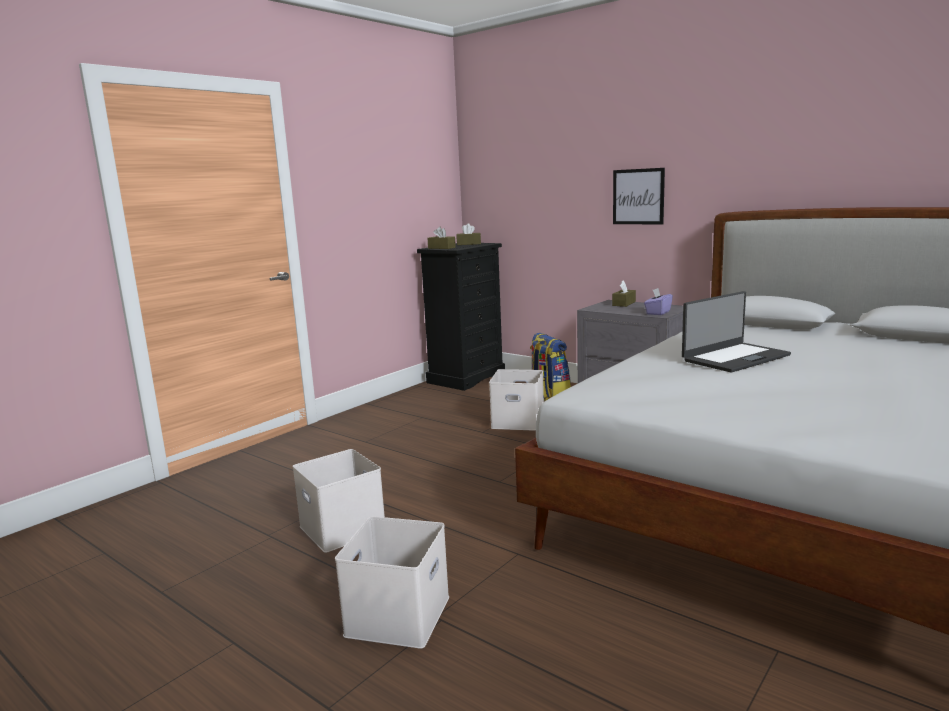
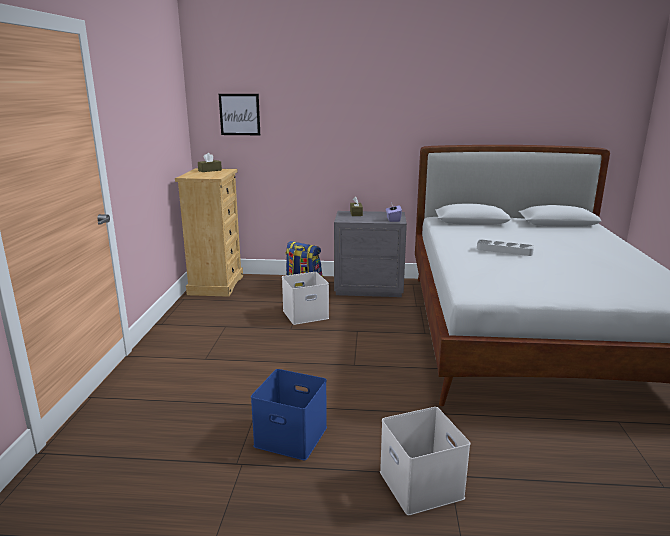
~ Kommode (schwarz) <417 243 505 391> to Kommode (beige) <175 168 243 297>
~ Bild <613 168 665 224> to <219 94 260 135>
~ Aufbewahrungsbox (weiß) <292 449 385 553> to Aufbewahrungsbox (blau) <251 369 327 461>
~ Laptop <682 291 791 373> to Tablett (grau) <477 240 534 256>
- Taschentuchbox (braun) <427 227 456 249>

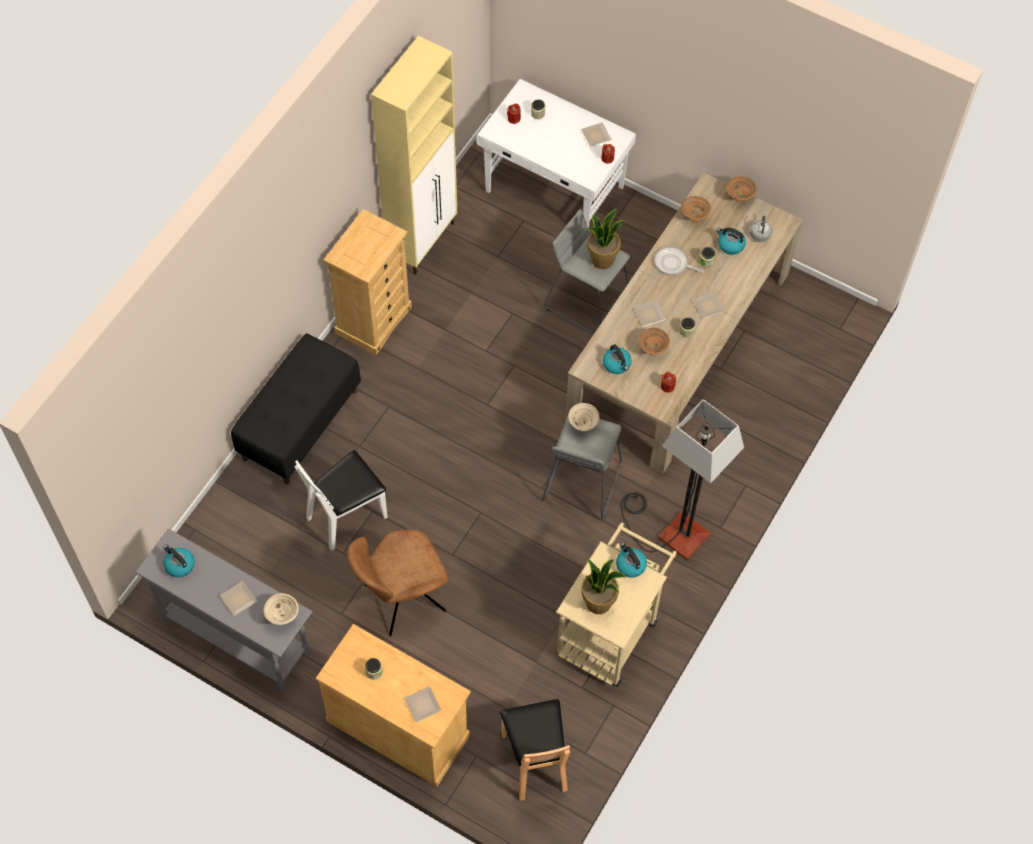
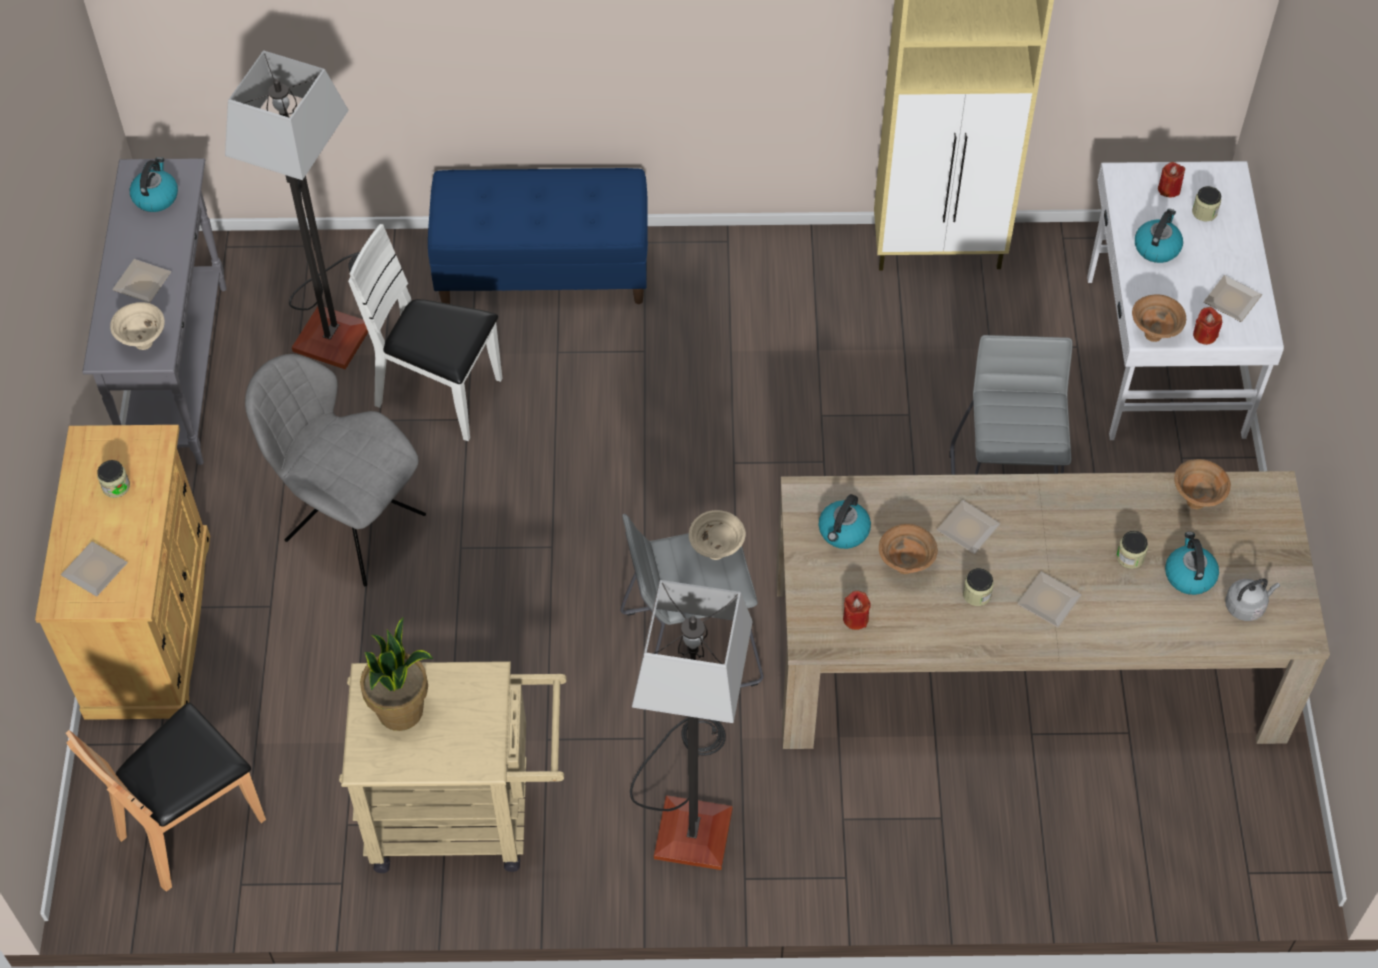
+ Stehlampe <225 50 368 369>
~ Stuhl (braun) <347 530 448 636> to Stuhl (grau) <245 354 426 586>
~ Bank (schwarz) <231 334 361 484> to Bank (blau) <428 168 648 304>
~ Schüssel (braun) <727 176 757 203> to <1132 294 1186 342>
~ Wasserkessel <616 542 647 578> to <1135 209 1183 263>
- Kommode (beige) <324 209 412 355>
- Topfpflanze <587 209 626 269>
- Pfanne <655 246 704 275>

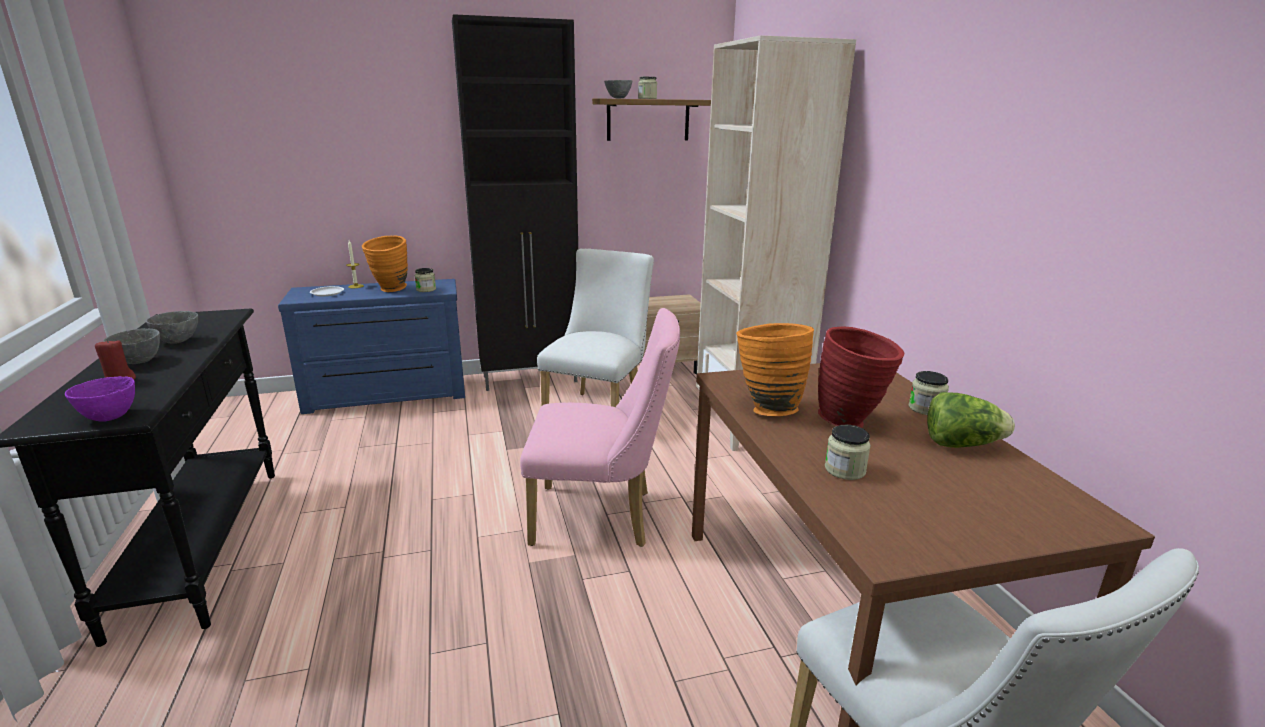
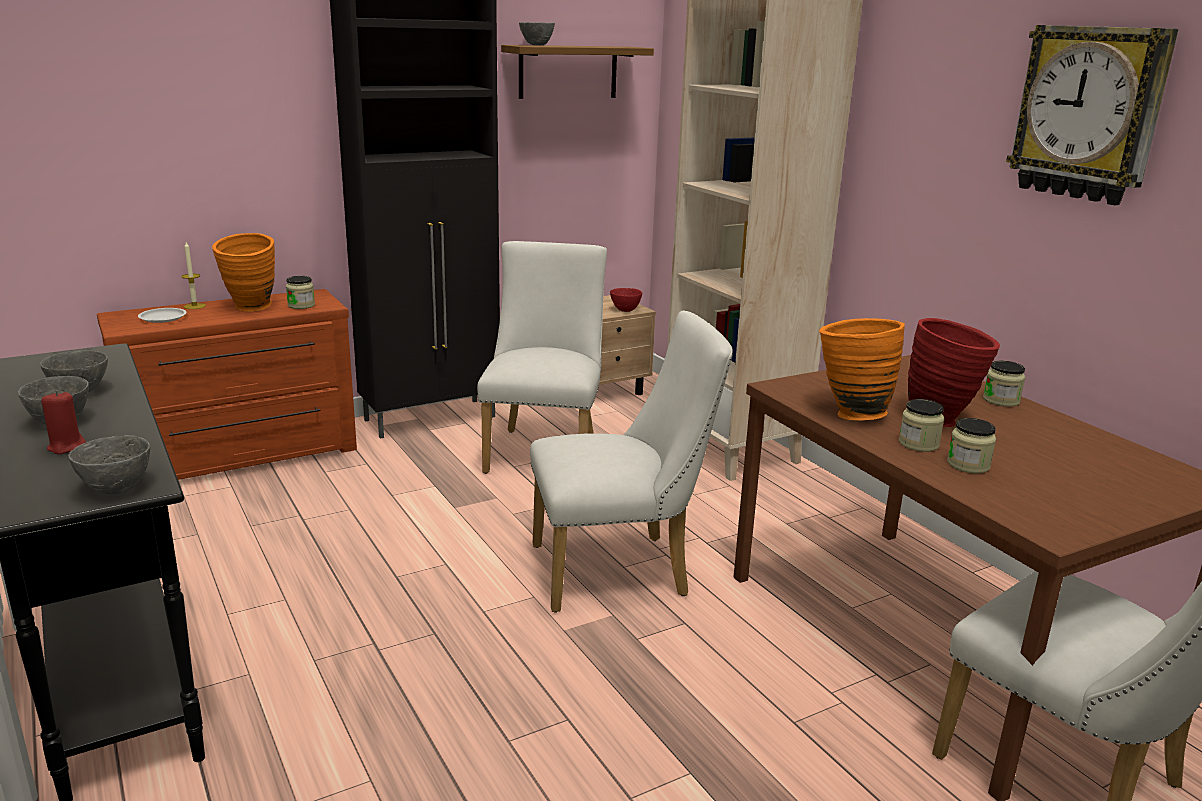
~ Schüssel (lila) <65 376 135 421> to Schüssel (grau) <68 435 150 495>
~ Kommode (blau) <278 279 465 414> to Kommode (braun) <97 289 357 480>
~ Stuhl (rosa) <520 308 680 547> to Stuhl (weiß) <530 311 733 613>
+ Schüssel (rot) <610 288 642 312>
~ Vorratsglas <638 77 657 99> to <899 399 944 452>
+ Wanduhr <1006 25 1178 205>
- Salatkopf <927 392 1015 448>

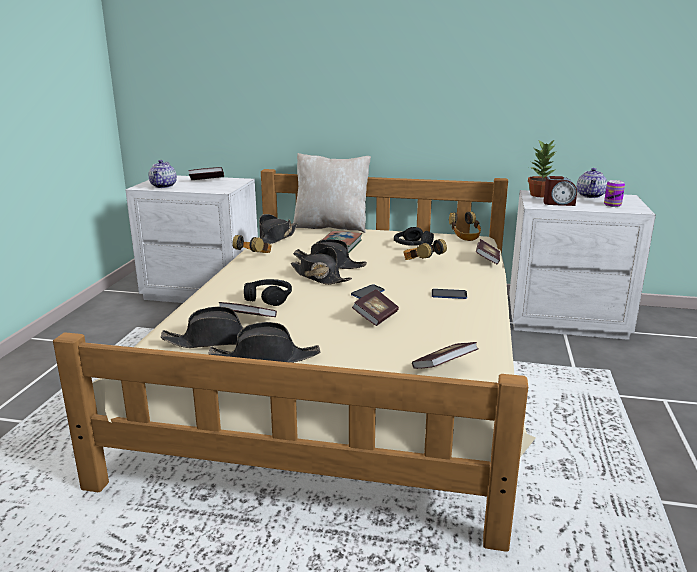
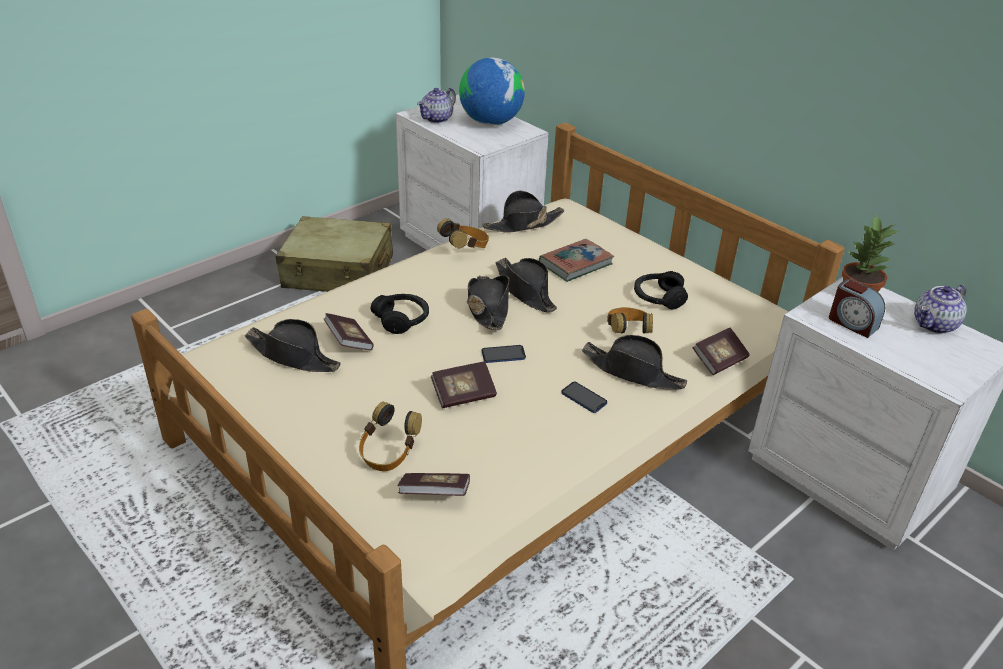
+ Koffer (beige) <276 216 393 292>
~ Kopfhörer <449 212 481 241> to <359 402 422 471>
~ Buch <188 167 224 180> to Globus <459 58 525 125>
~ Hut (schwarz) <208 322 320 363> to <582 335 687 389>
- Kissen (beige) <293 153 371 233>
- Dose <604 180 625 207>

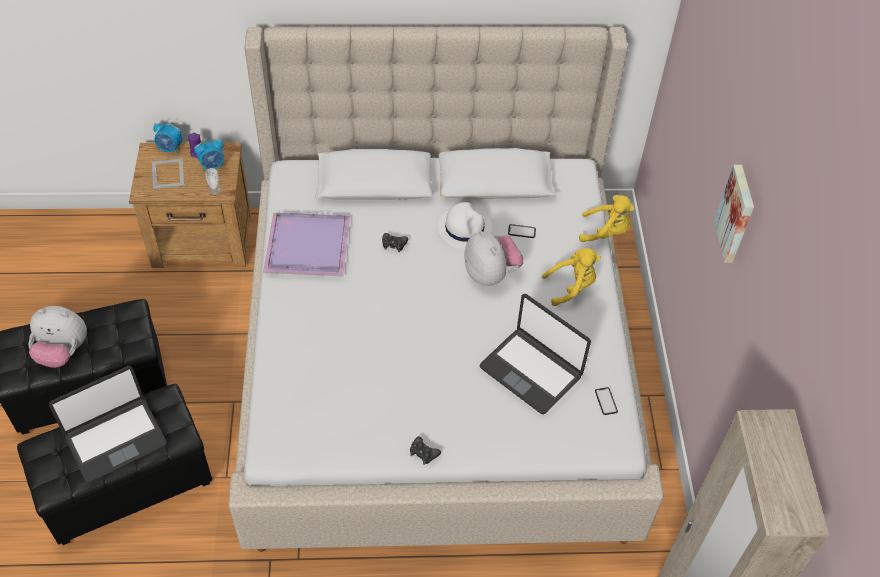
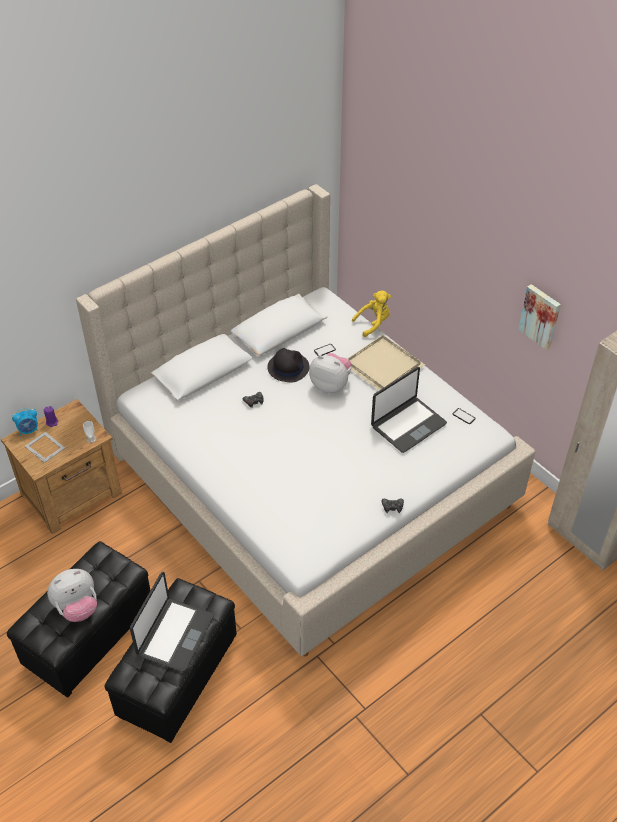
~ Hut (weiß) <438 202 492 249> to Hut (schwarz) <267 348 310 382>
~ Plüschtier (gelb) <542 248 601 306> to Tablett (beige) <347 335 425 390>
~ Laptop <479 294 591 415> = <371 367 447 453> 45 degrees counterclockwise
~ Bild <714 165 754 263> to <518 284 561 350>
- Wecker <194 138 224 172>
- Tablett (lila) <263 213 350 276>

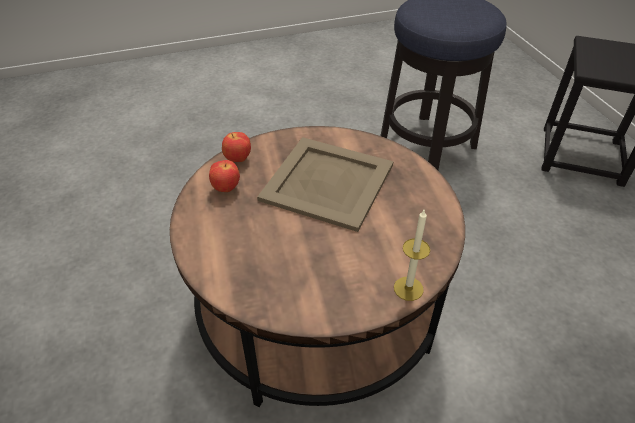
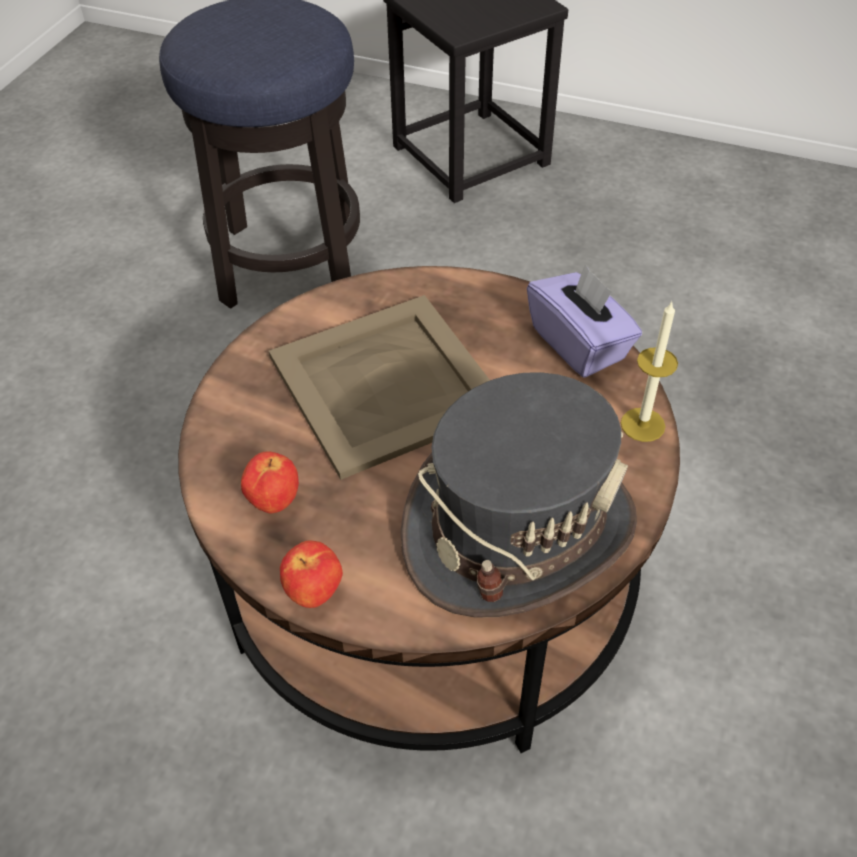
~ Apfel <222 132 251 162> to <280 541 343 608>
+ Hut (grau) <400 372 637 618>
+ Taschentuchbox (lila) <527 264 642 378>

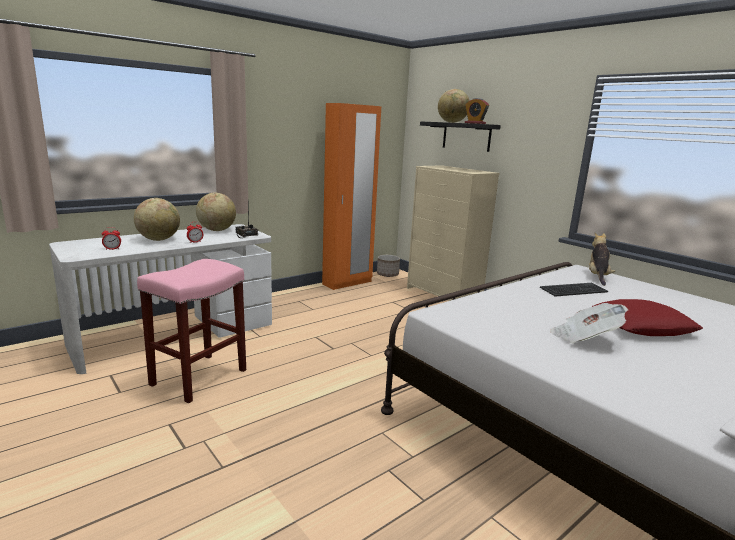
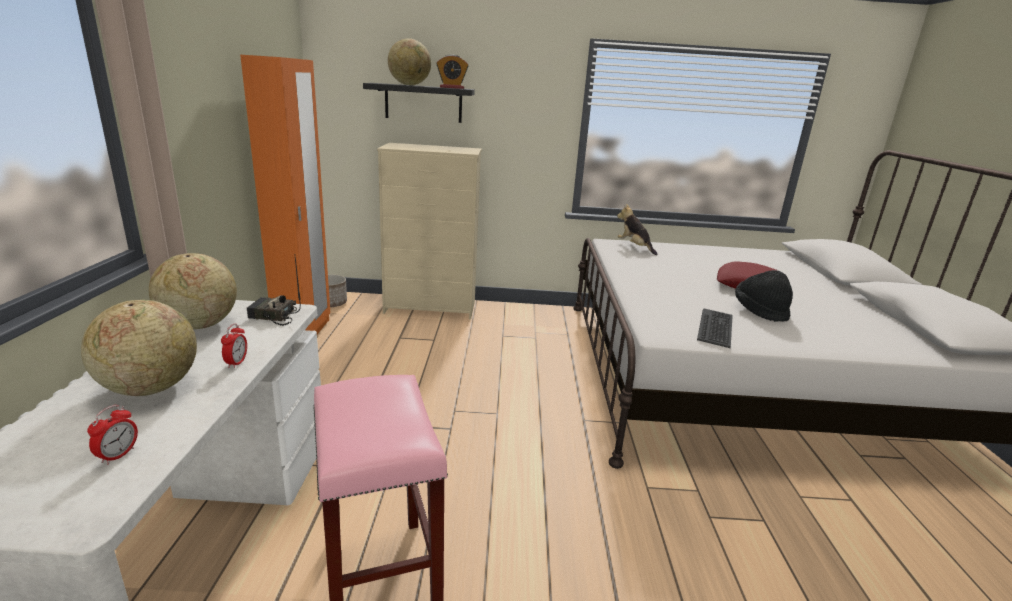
~ Tastatur <540 283 608 297> to <697 308 733 348>
~ Zeitung <550 303 628 343> to Hut (schwarz) <735 270 793 322>

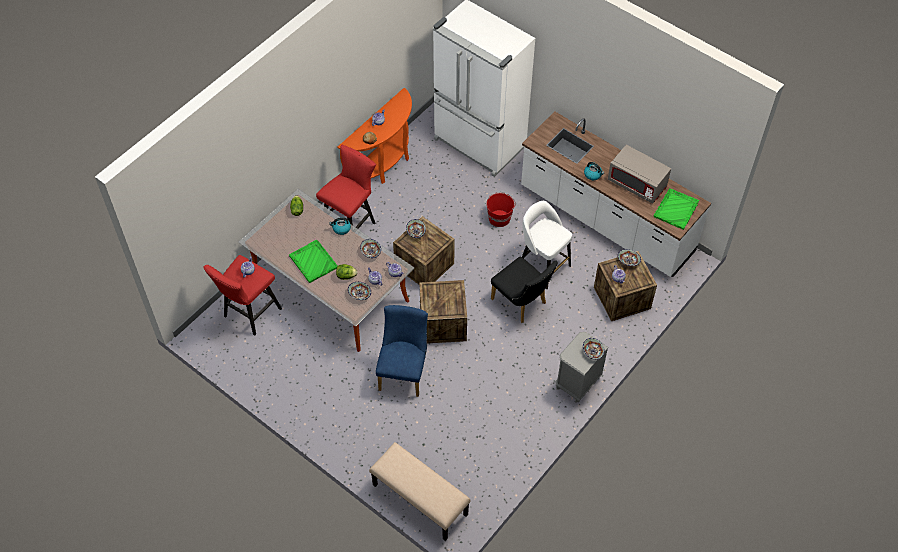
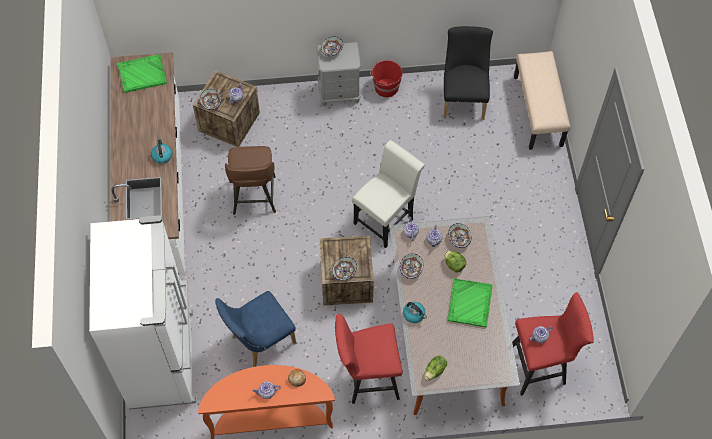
~ Stuhl (blau) <376 305 428 397> to <215 291 296 367>
~ Hocker (weiß) <522 201 572 289> to Hocker (braun) <225 146 276 215>
~ Kiste <419 280 467 343> to Stuhl (weiß) <352 140 425 248>
~ Eimer (rot) <486 192 516 227> to <370 60 402 97>
~ Stuhl (schwarz) <491 257 558 323> to <443 26 493 120>
- Mikrowelle (grau) <608 145 671 204>

